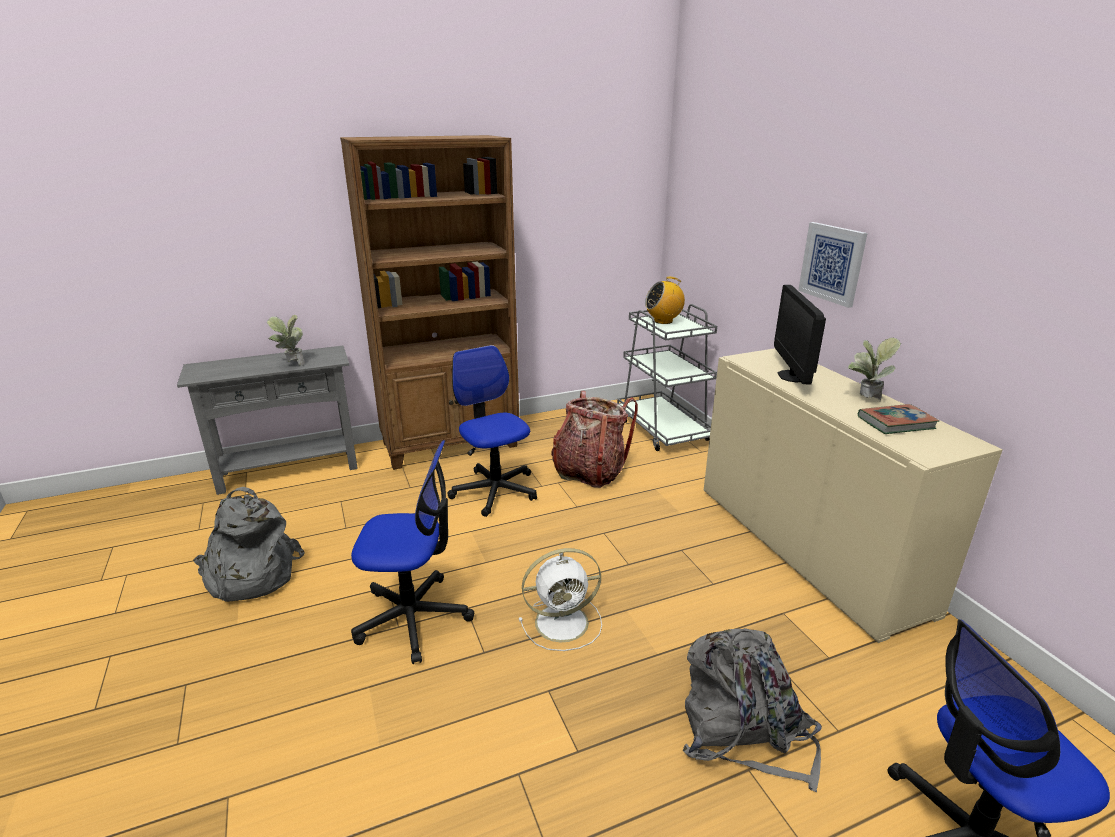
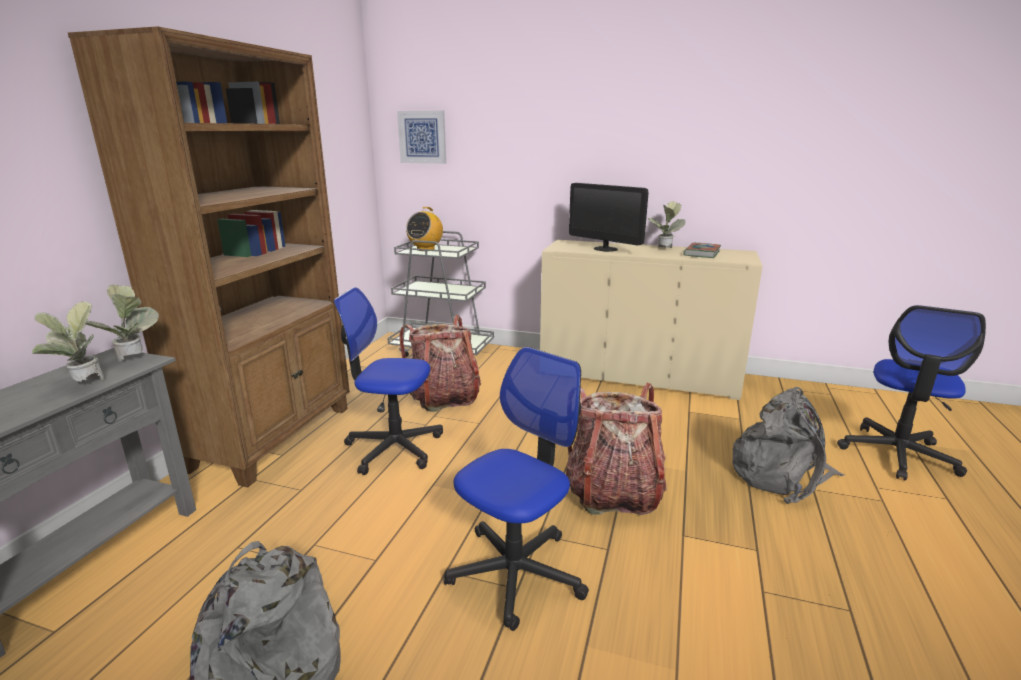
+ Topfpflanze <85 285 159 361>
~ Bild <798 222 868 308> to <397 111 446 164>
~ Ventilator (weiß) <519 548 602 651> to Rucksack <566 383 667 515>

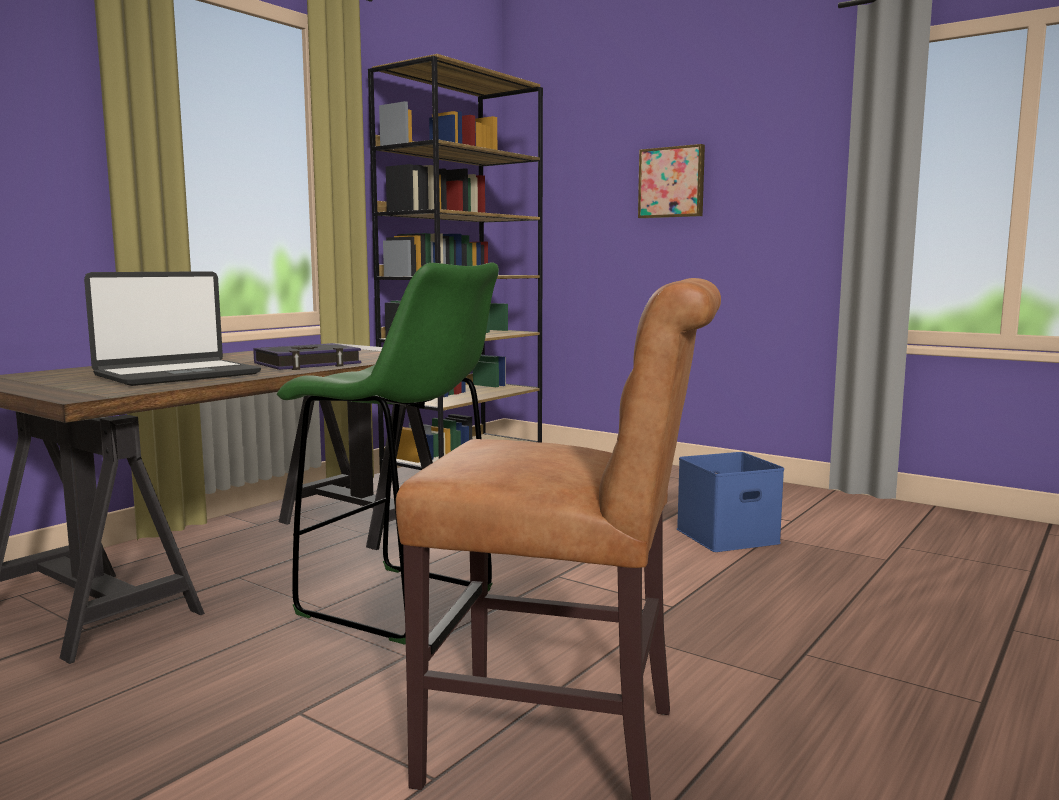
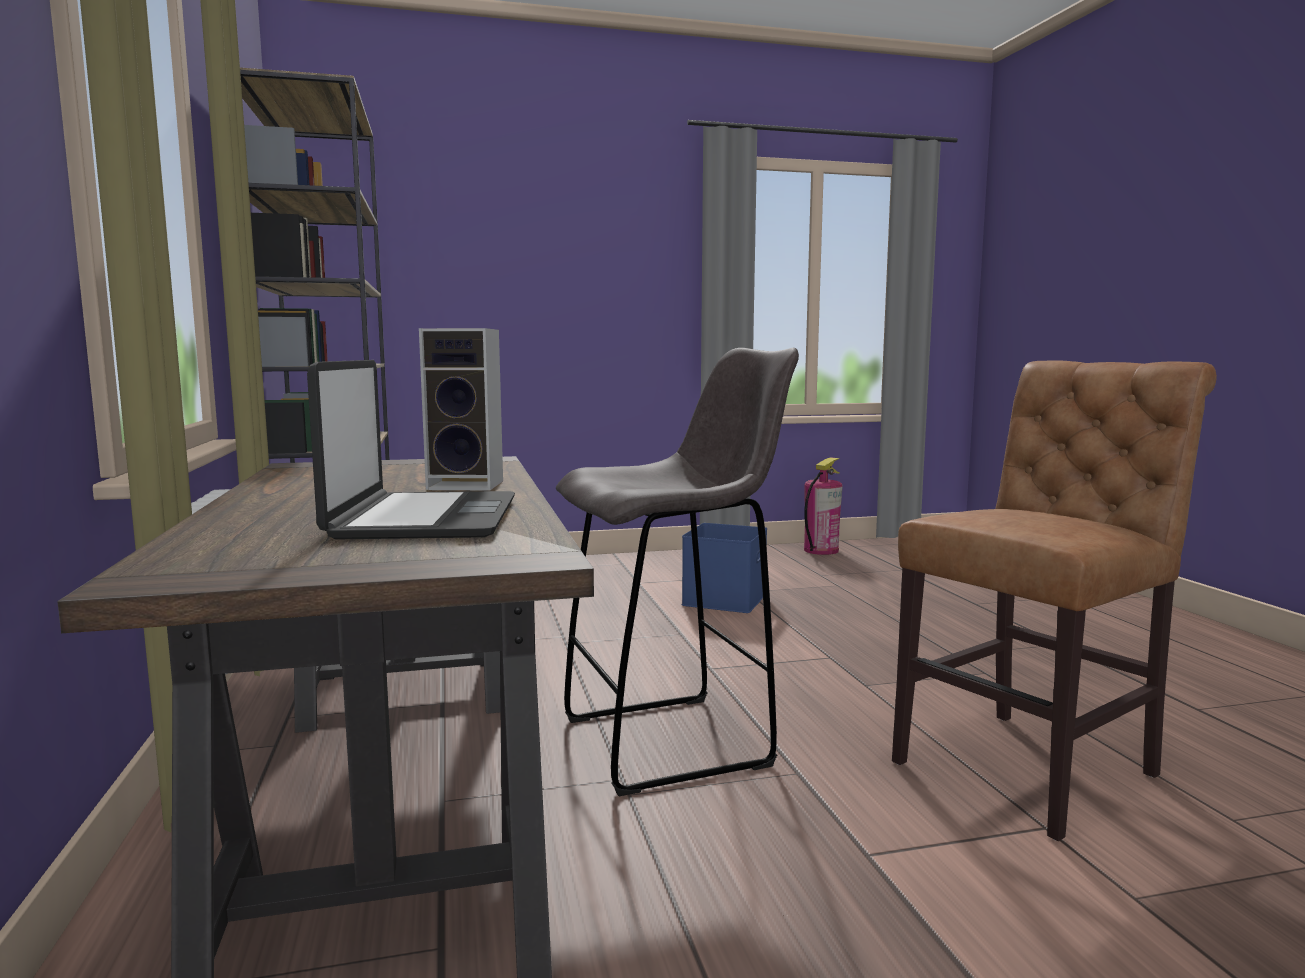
~ Buch <253 343 361 370> to Lautsprecher <419 328 503 491>
~ Hocker (grün) <277 262 499 645> to Hocker (grau) <556 348 799 796>
+ Feuerlöscher <804 457 843 555>
- Bild <638 144 705 218>

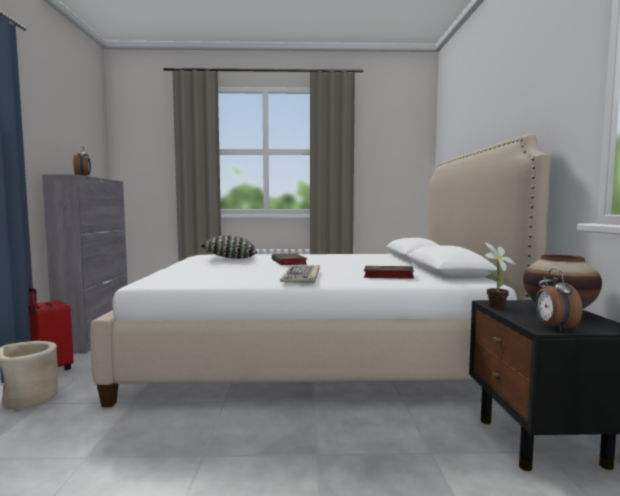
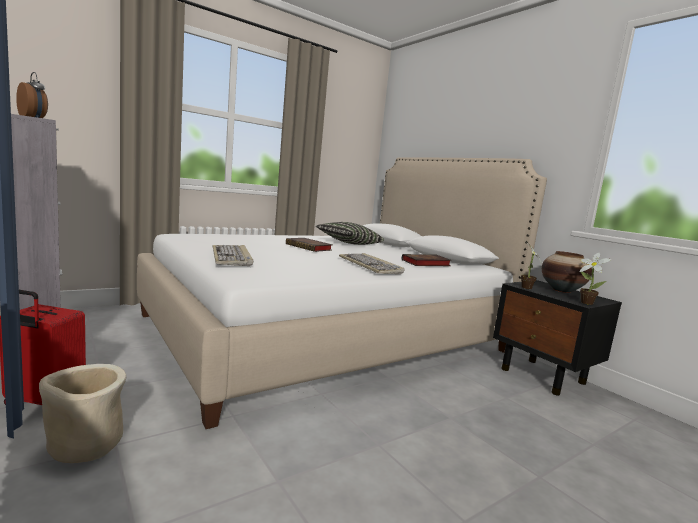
+ Tastatur <213 245 253 266>
~ Kissen <201 235 257 259> to <316 222 384 245>
~ Wecker <535 268 583 331> to Topfpflanze <579 253 612 305>

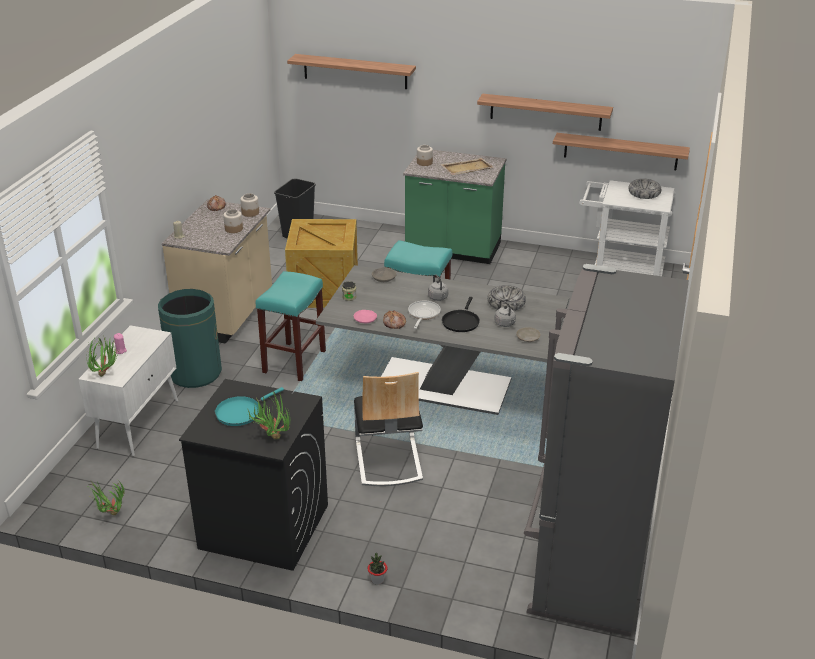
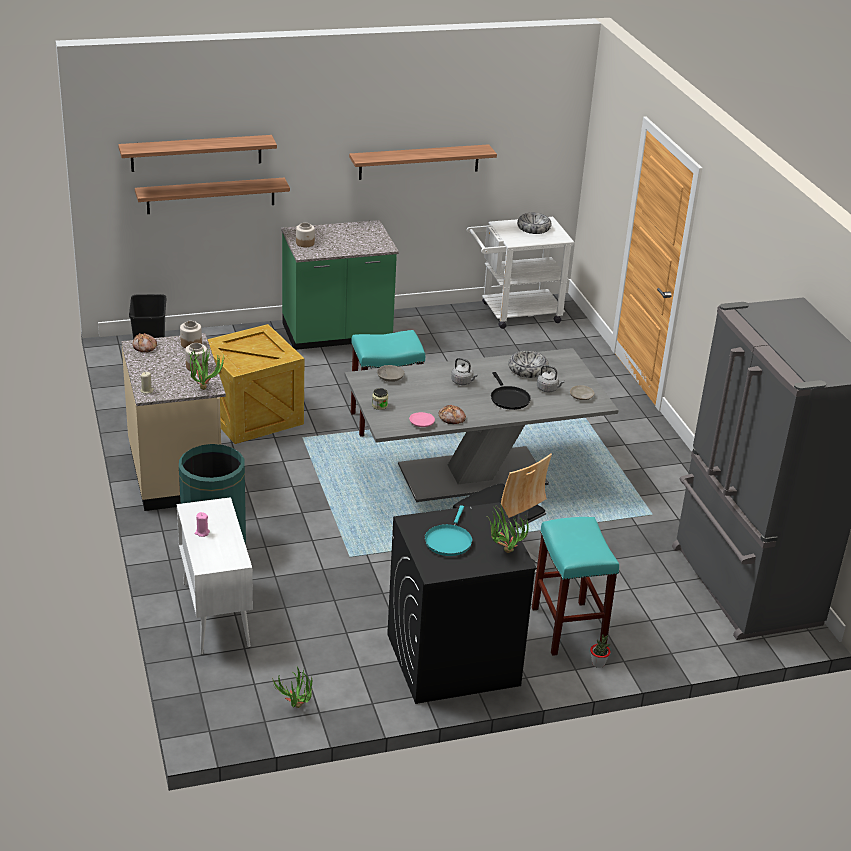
~ Wandregal <553 133 690 170> to <135 178 290 214>
~ Topfpflanze <87 337 119 377> to <188 347 225 390>
~ Hocker (türkis) <256 271 326 381> to <532 517 619 656>
- Pfanne <408 301 441 329>
- Tablett (beige) <440 158 494 175>

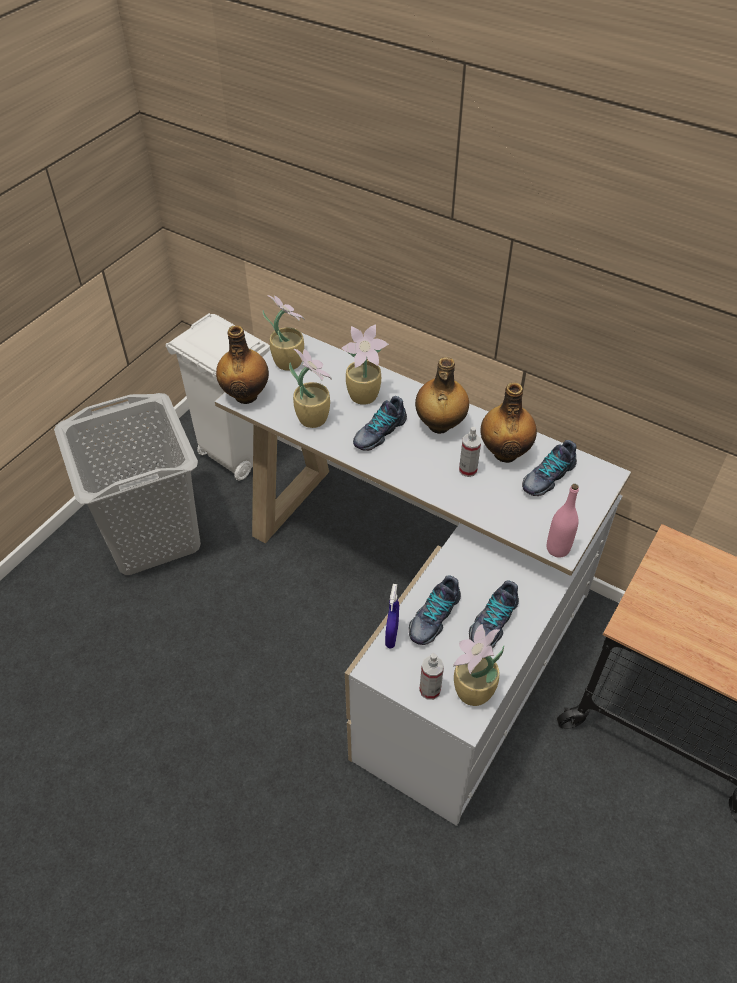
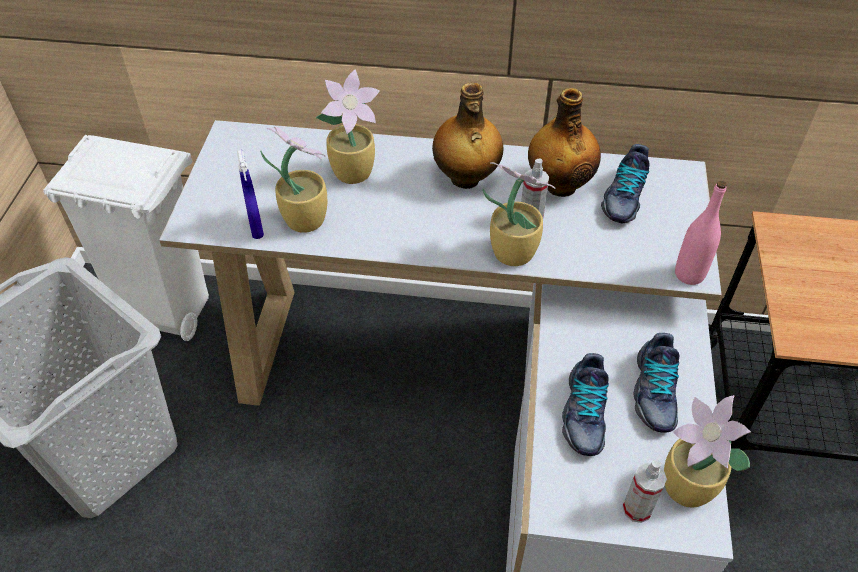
~ Sprühflasche (blau) <385 584 399 648> to <237 150 264 239>
~ Topfpflanze <263 295 305 371> to <483 162 556 266>
- Flasche <216 325 269 404>
- Schuh <353 396 407 451>

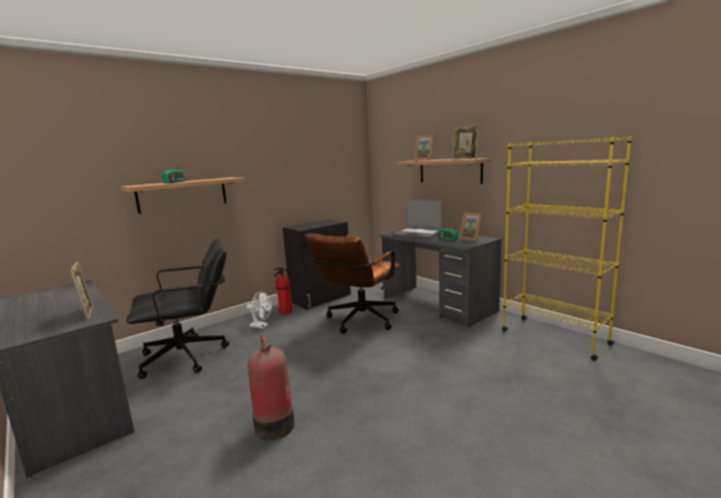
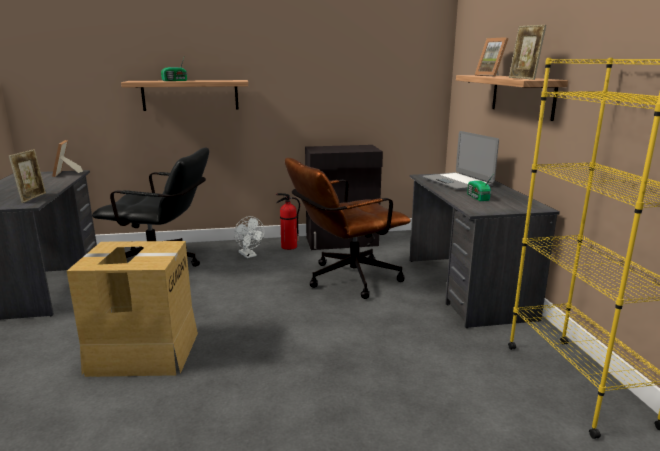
~ Bilderrahmen <459 212 482 241> to <52 140 83 177>
~ Feuerlöscher <248 334 295 441> to Karton <67 241 198 377>

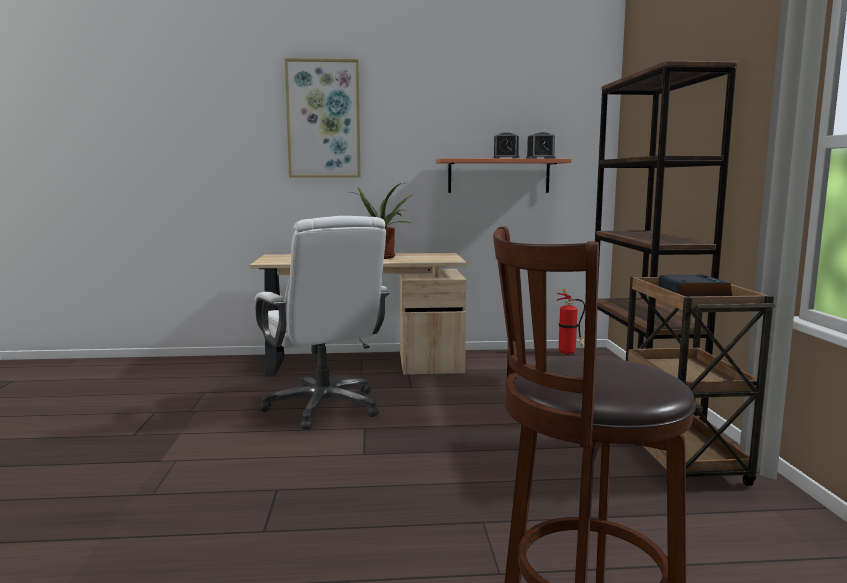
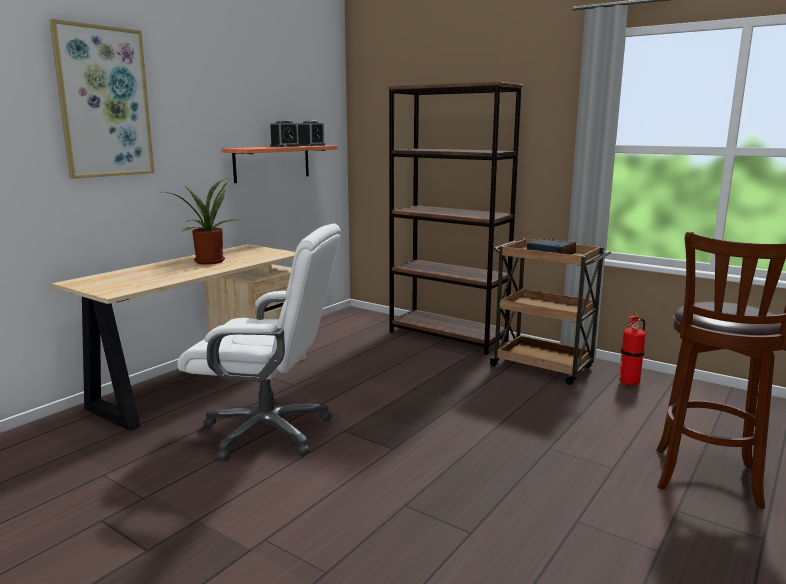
~ Feuerlöscher <557 289 585 355> to <619 310 646 386>

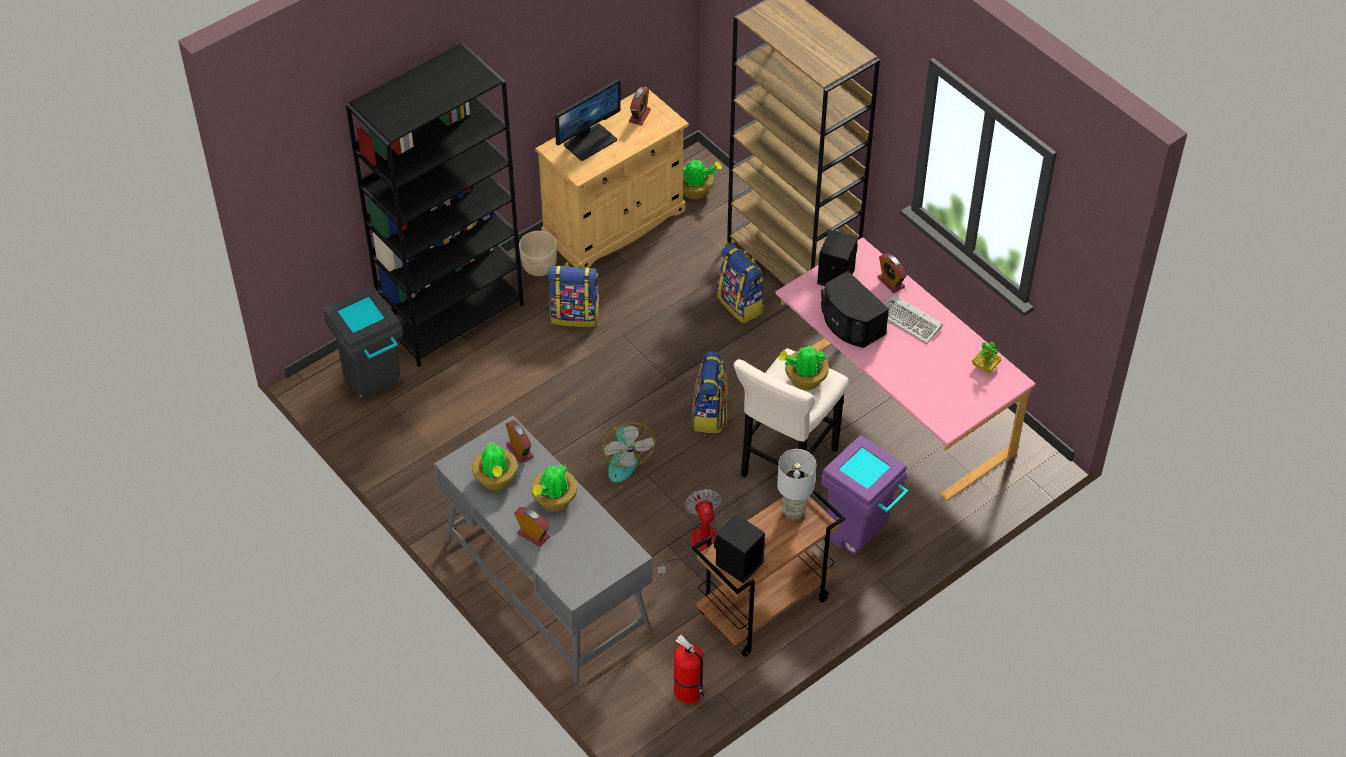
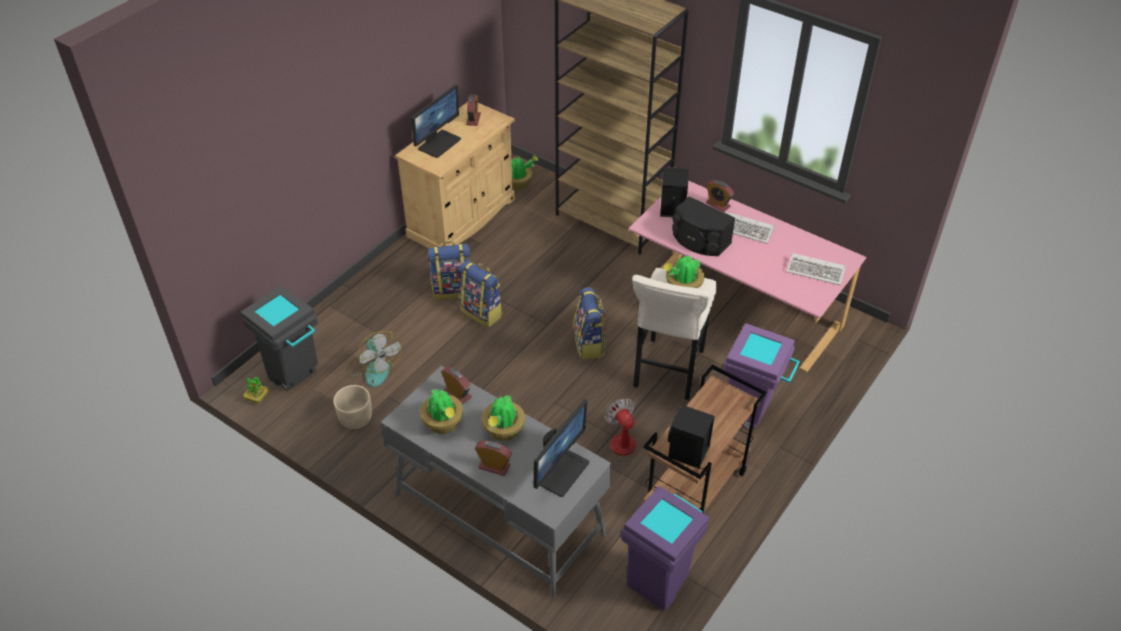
~ Topfpflanze <972 342 1001 373> to <243 377 268 404>
~ Pflanzkübel (beige) <519 231 557 276> to <333 385 372 429>
~ Ventilator <587 422 655 483> to <346 331 402 387>
~ Rucksack <717 244 764 323> to <459 260 503 327>
+ Monitor <534 399 589 497>
~ Feuerlöscher <674 635 704 703> to Mülleimer (lila) <621 486 709 611>
+ Tastatur <786 253 846 285>
- Bücherregal (schwarz) <346 44 524 367>
- Tischlampe (grau) <777 449 816 519>

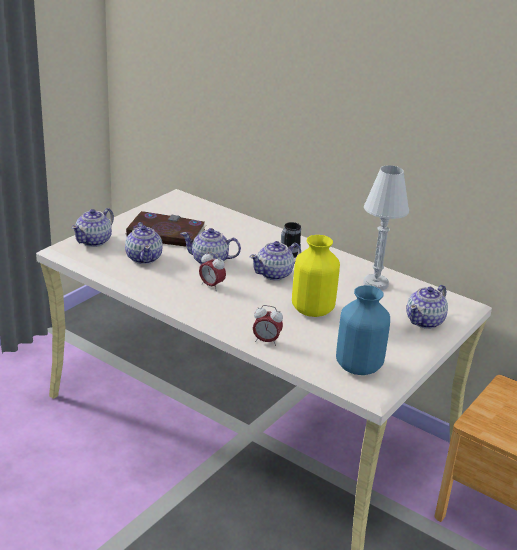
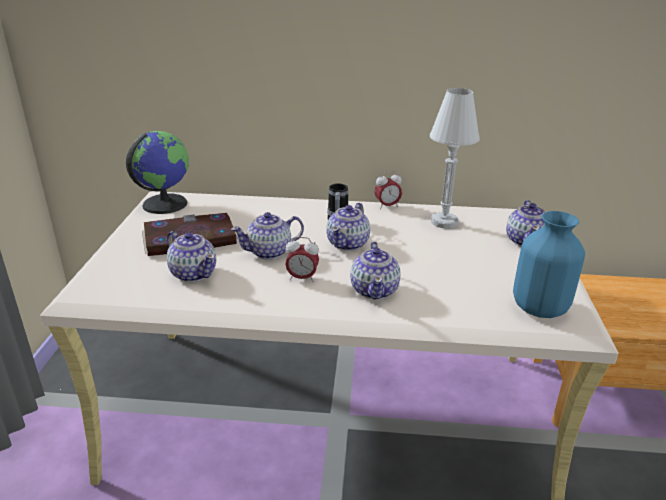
+ Globus <126 131 189 214>
~ Teekanne <71 208 114 247> to <350 242 401 300>
~ Wecker <253 305 283 346> to <375 171 402 209>
- Vase (gelb) <292 235 340 317>

